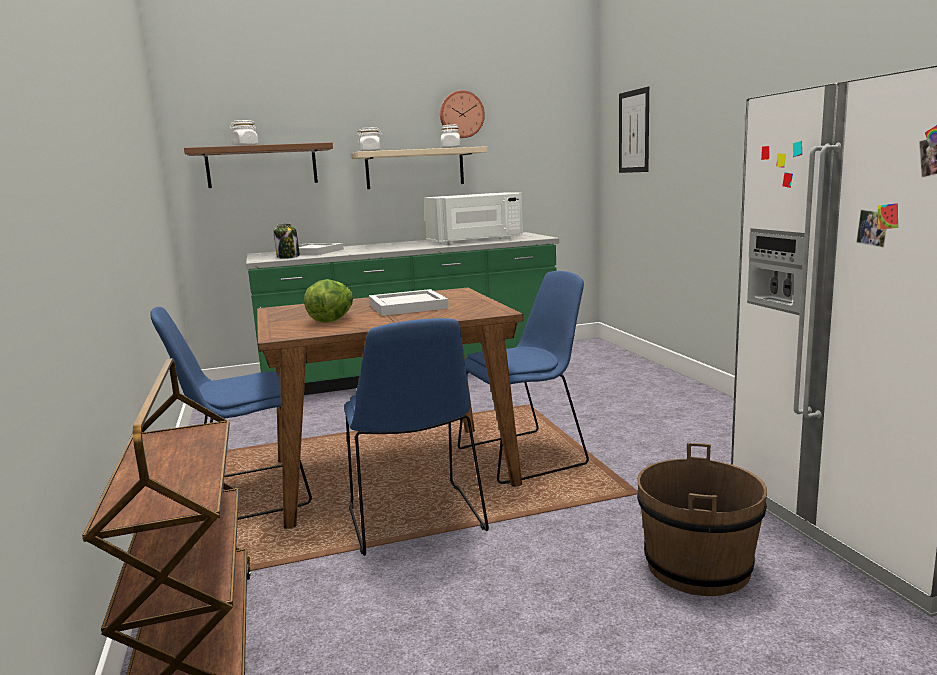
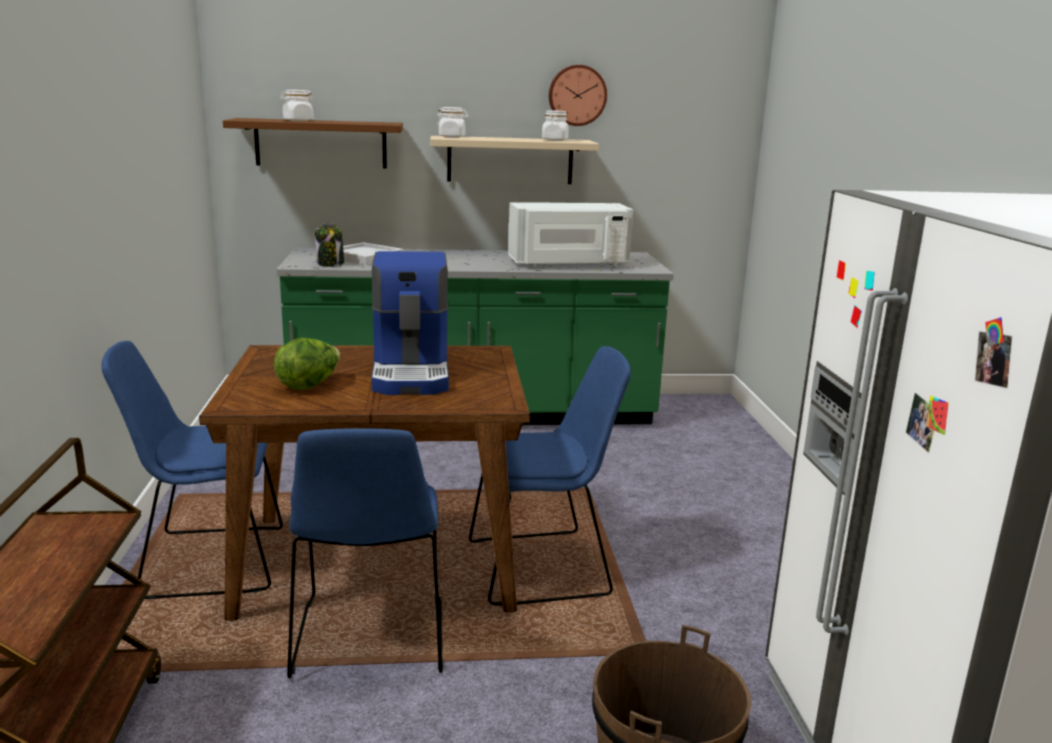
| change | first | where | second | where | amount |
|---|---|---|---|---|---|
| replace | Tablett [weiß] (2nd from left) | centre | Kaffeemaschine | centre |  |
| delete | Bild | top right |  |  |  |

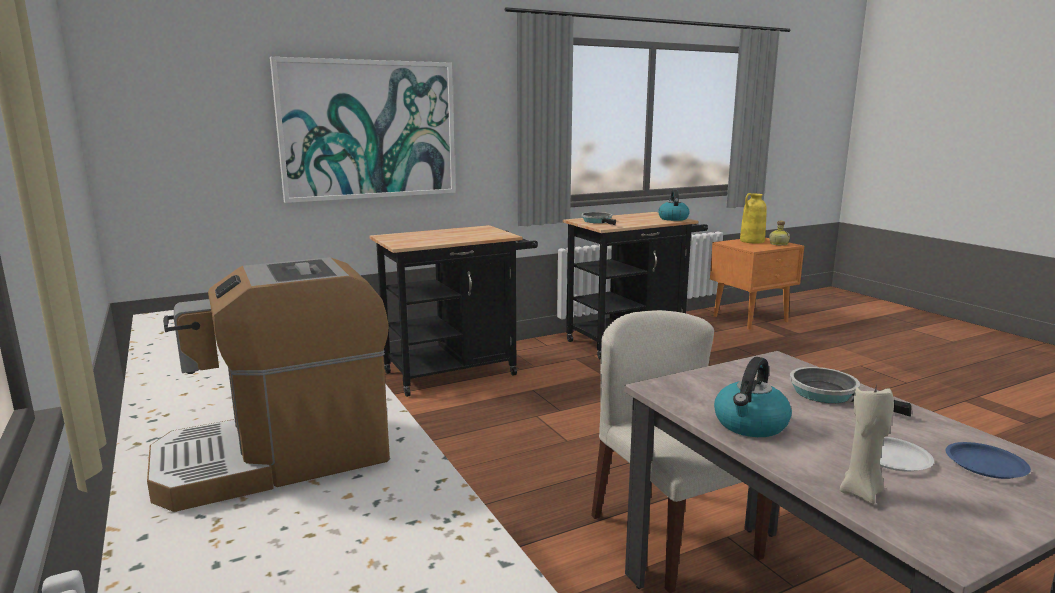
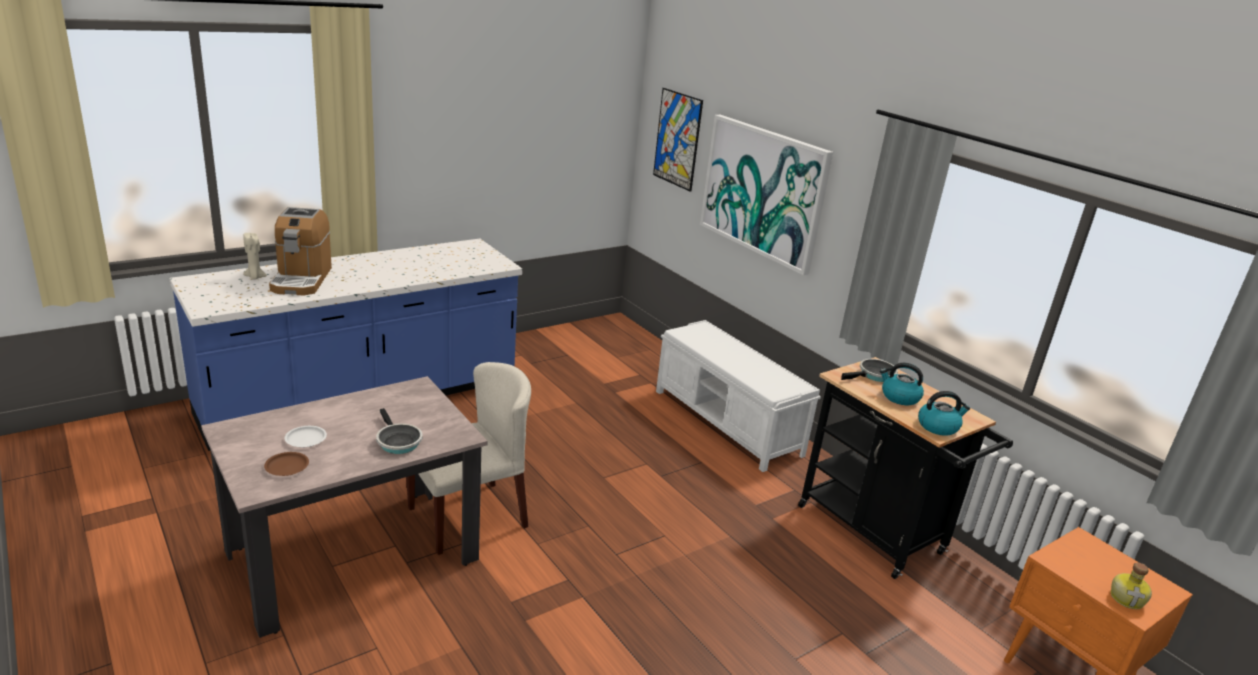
| change | first | where | second | where | amount |
|---|---|---|---|---|---|
| move | Kerze [beige] | bottom right |  | middle left |  |
| recolor | Teller [blau] | bottom right | Teller [braun] | bottom left |  |
| rotate | Kaffeemaschine | middle left |  | middle left | 150 degrees counterclockwise |
| rotate | Pfanne (2nd from left in the first image) | middle right | Pfanne (1st from left) | middle left | 105 degrees clockwise |
| insert |  |  | Bild (1st from left) | top centre |  |
| replace | Rollwagen [schwarz] (1st from left) | centre | Bank [weiß] | centre |  |
| move | Wasserkessel (2nd from left in the first image) | bottom right | Wasserkessel (1st from left) | middle right |  |
| delete | Vase [gelb] | middle right |  |  |  |

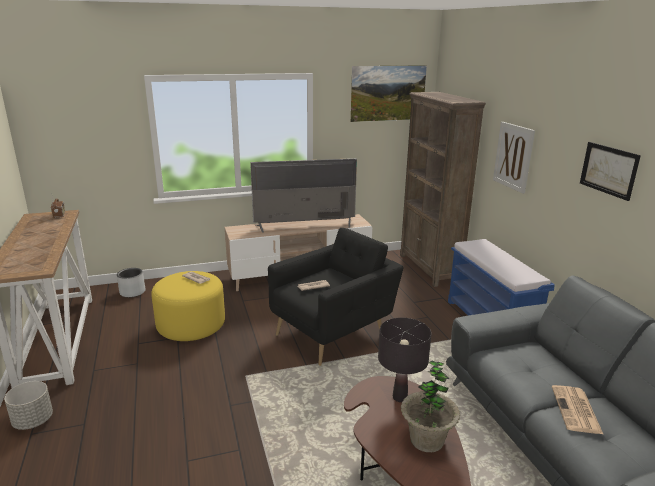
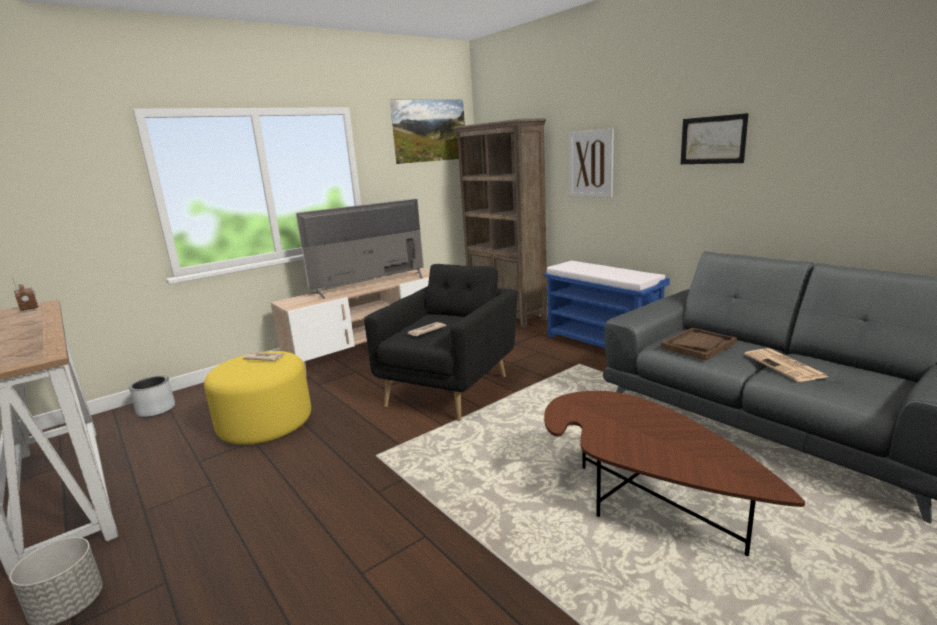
| change | first | where | second | where | amount |
|---|---|---|---|---|---|
| insert |  |  | Tablett [braun] | middle right |  |
| delete | Tischlampe [schwarz] | bottom centre |  |  |  |
| delete | Topfpflanze | bottom centre |  |  |  |

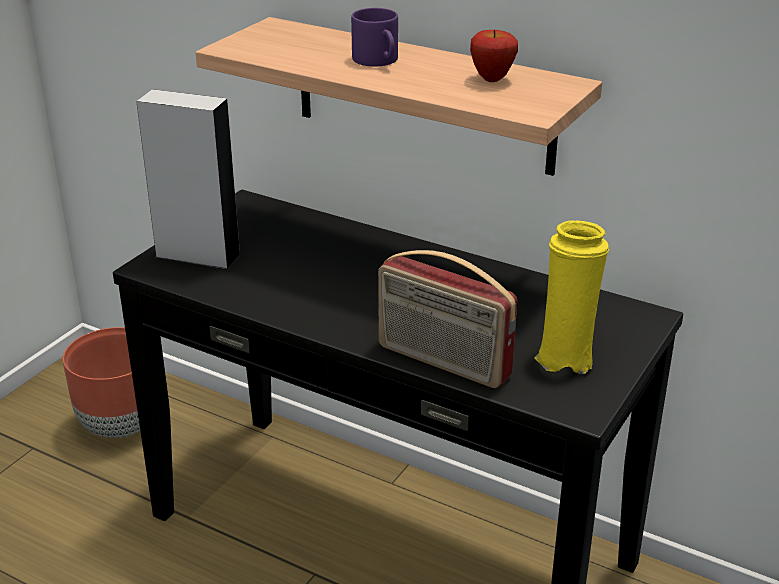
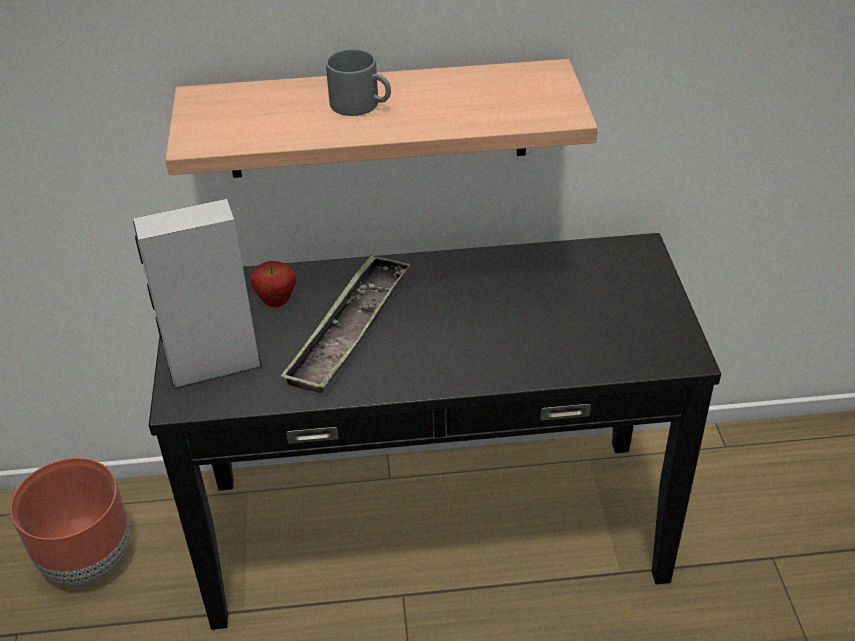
| change | first | where | second | where | amount |
|---|---|---|---|---|---|
| move | Apfel | top centre |  | middle left |  |
| insert |  |  | Tablett | centre |  |
| recolor | Henkelbecher [lila] | top centre | Henkelbecher [grau] | top centre |  |
| delete | Radio | centre |  |  |  |
| delete | Vase [gelb] | middle right |  |  |  |

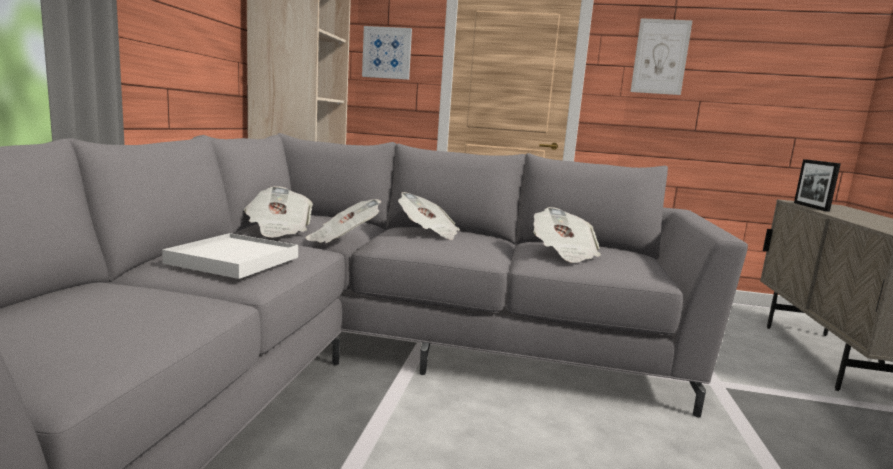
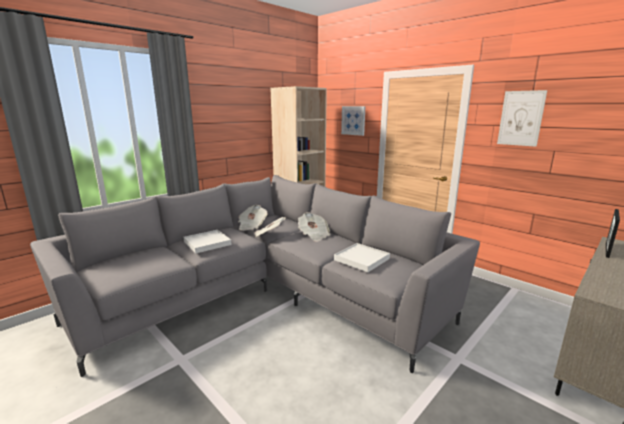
| change | first | where | second | where | amount |
|---|---|---|---|---|---|
| replace | Zeitung (4th from left) | centre | Tablett [weiß] (2nd from left) | centre |  |

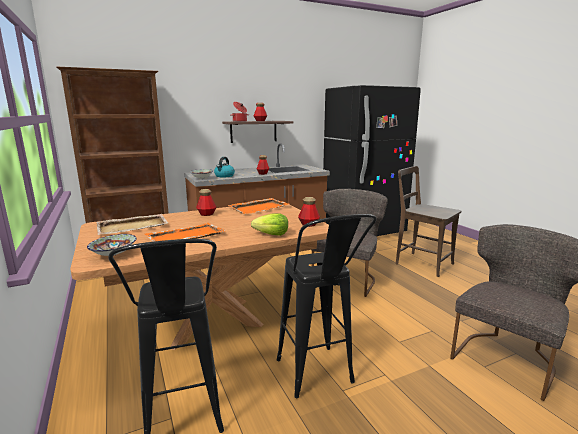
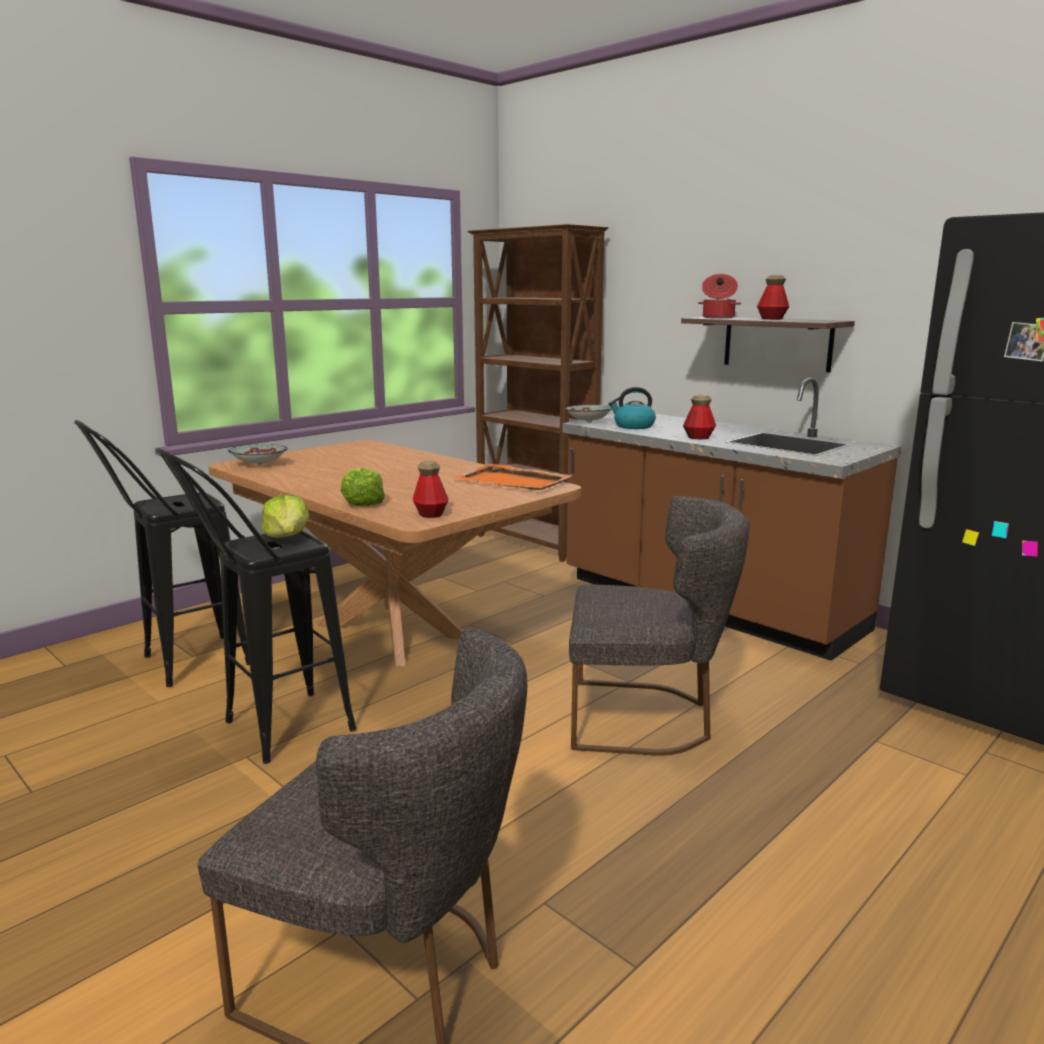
| change | first | where | second | where | amount |
|---|---|---|---|---|---|
| insert |  |  | Salatkopf (1st from left) | middle left |  |
| delete | Tablett [beige] | middle left |  |  |  |
| delete | Tablett [orange] (1st from left) | middle left |  |  |  |
| delete | Flasche (1st from left) | centre |  |  |  |
| delete | Stuhl [braun] | middle right |  |  |  |

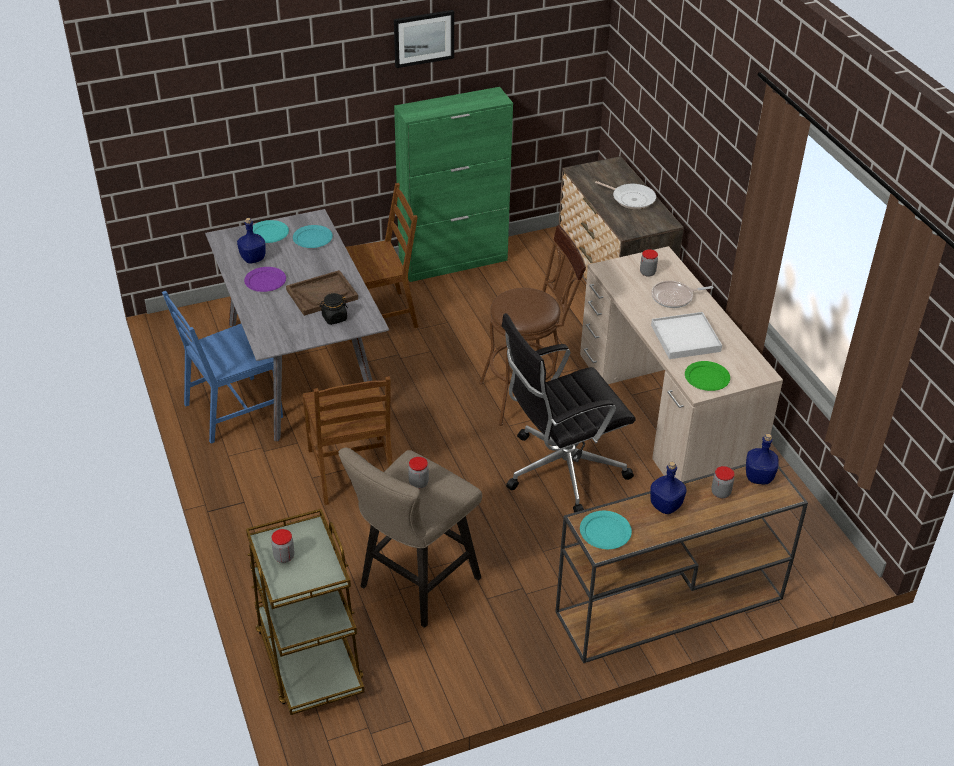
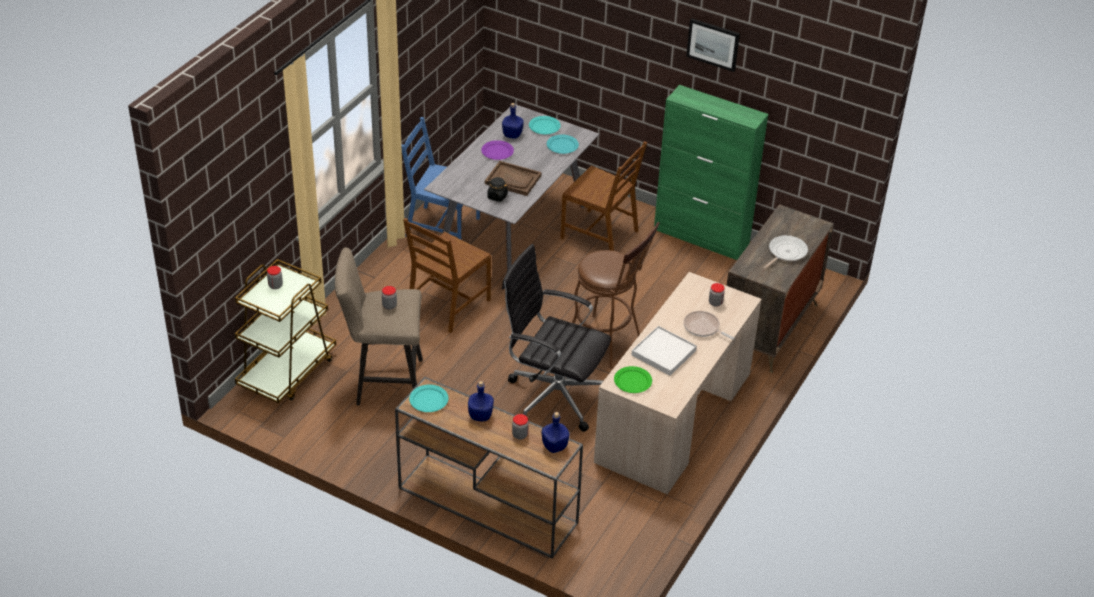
| change | first | where | second | where | amount |
|---|---|---|---|---|---|
| rotate | Pfanne (1st from left in the first image) | top centre | Pfanne (2nd from left) | middle right | 135 degrees counterclockwise |

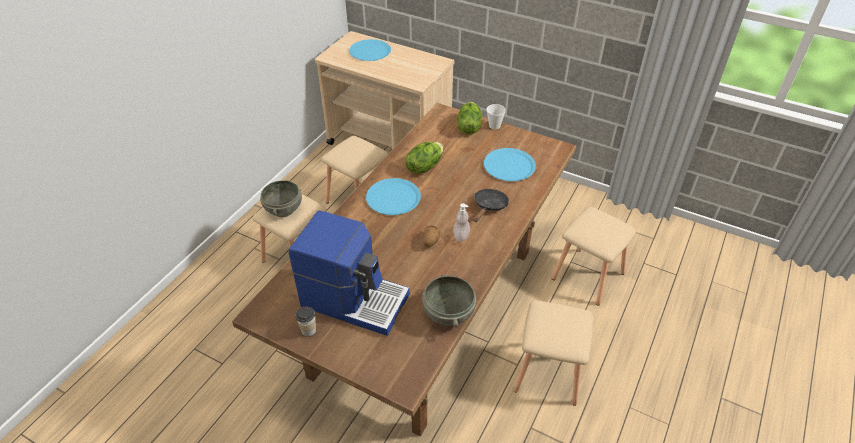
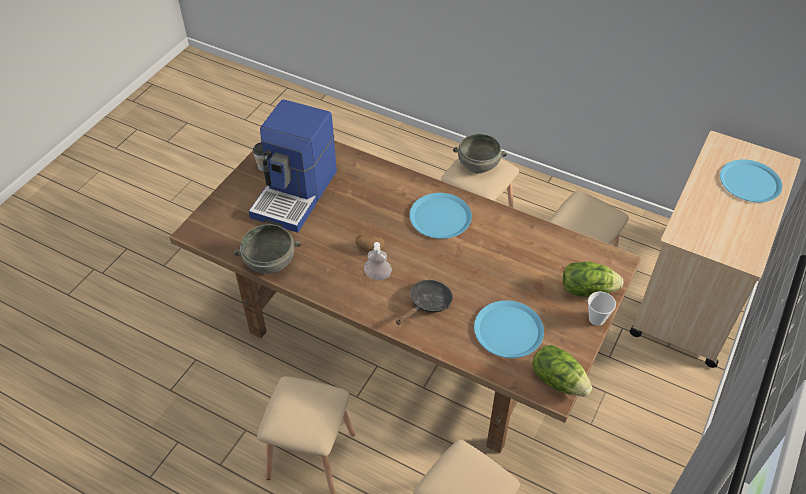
| change | first | where | second | where | amount |
|---|---|---|---|---|---|
| rotate | Pfanne [schwarz] | centre |  | centre | 75 degrees counterclockwise |
| move | Salatkopf (1st from left) | centre |  | bottom right |  |

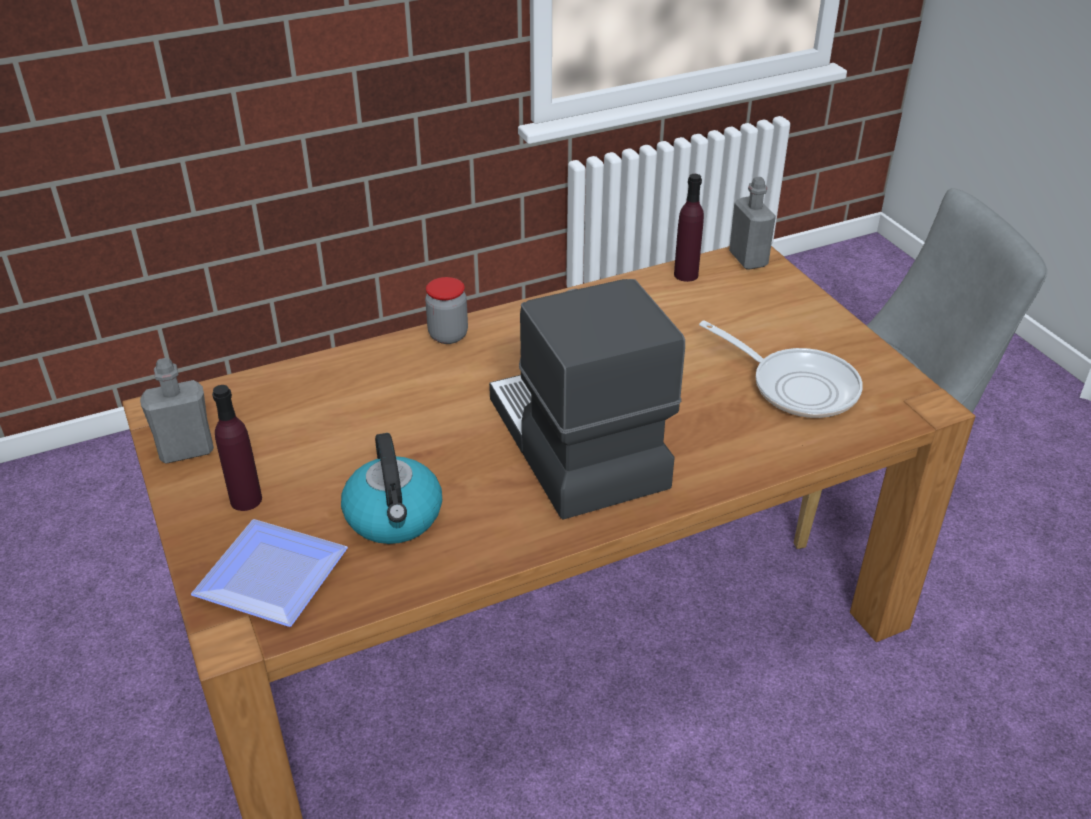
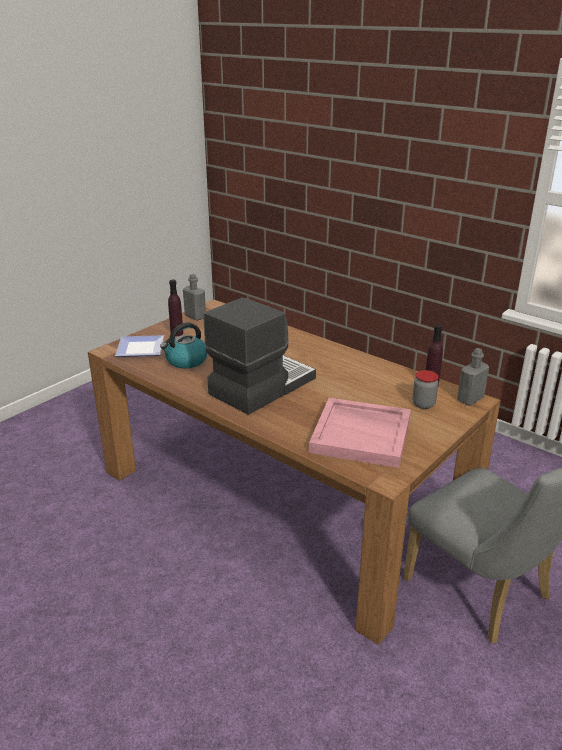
| change | first | where | second | where | amount |
|---|---|---|---|---|---|
| replace | Pfanne | middle right | Tablett [rosa] | centre |  |
| move | Vorratsglas | centre |  | middle right |  |

